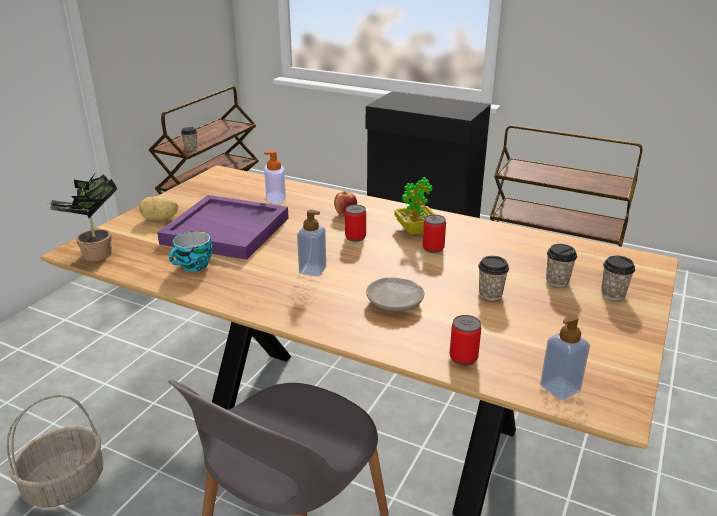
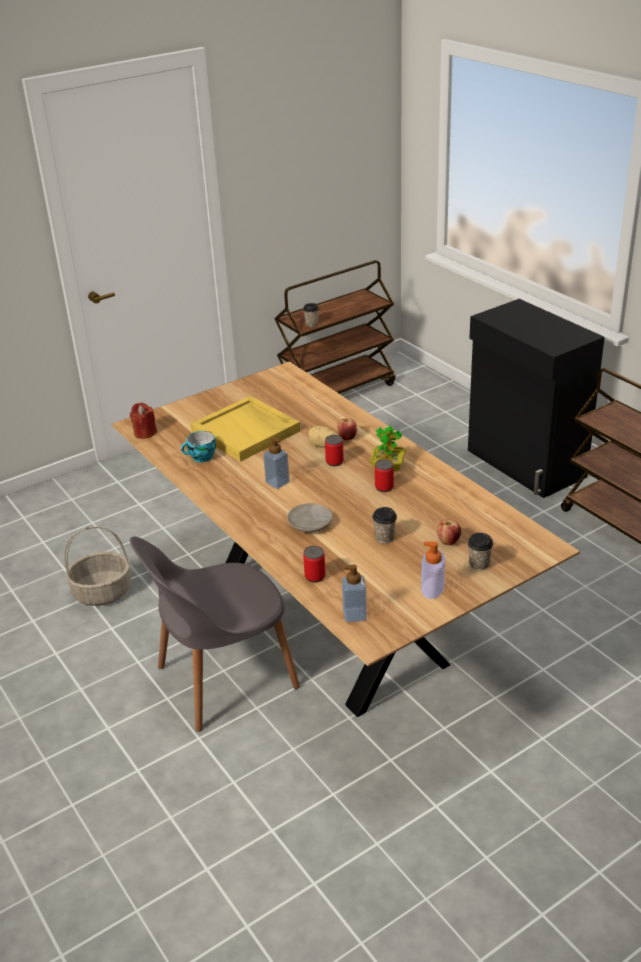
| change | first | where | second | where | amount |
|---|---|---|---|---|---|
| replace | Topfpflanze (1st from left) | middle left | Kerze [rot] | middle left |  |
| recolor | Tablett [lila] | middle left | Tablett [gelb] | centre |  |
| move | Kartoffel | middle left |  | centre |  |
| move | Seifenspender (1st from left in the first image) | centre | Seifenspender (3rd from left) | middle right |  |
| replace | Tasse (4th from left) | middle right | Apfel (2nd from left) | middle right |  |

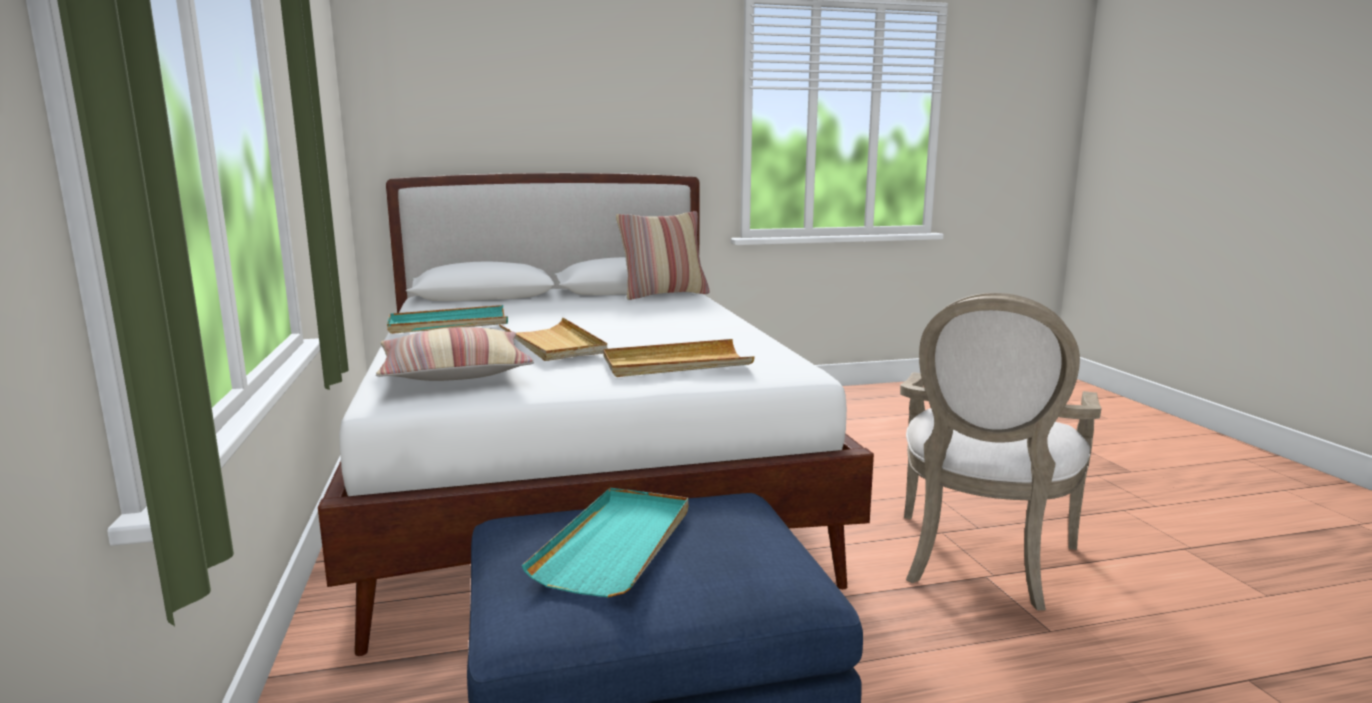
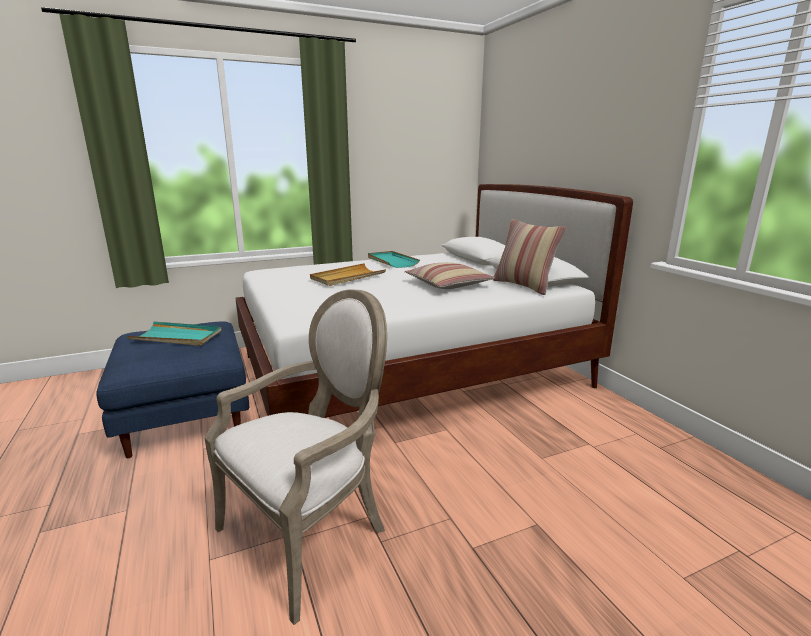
| change | first | where | second | where | amount |
|---|---|---|---|---|---|
| rotate | Sessel | middle right |  | bottom centre | 120 degrees clockwise |
| move | Kissen (1st from left) | middle left |  | centre |  |
| delete | Tablett [beige] (2nd from left) | centre |  |  |  |

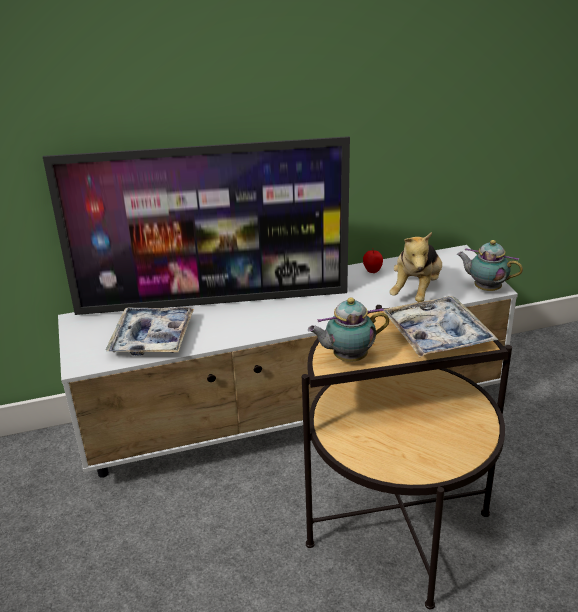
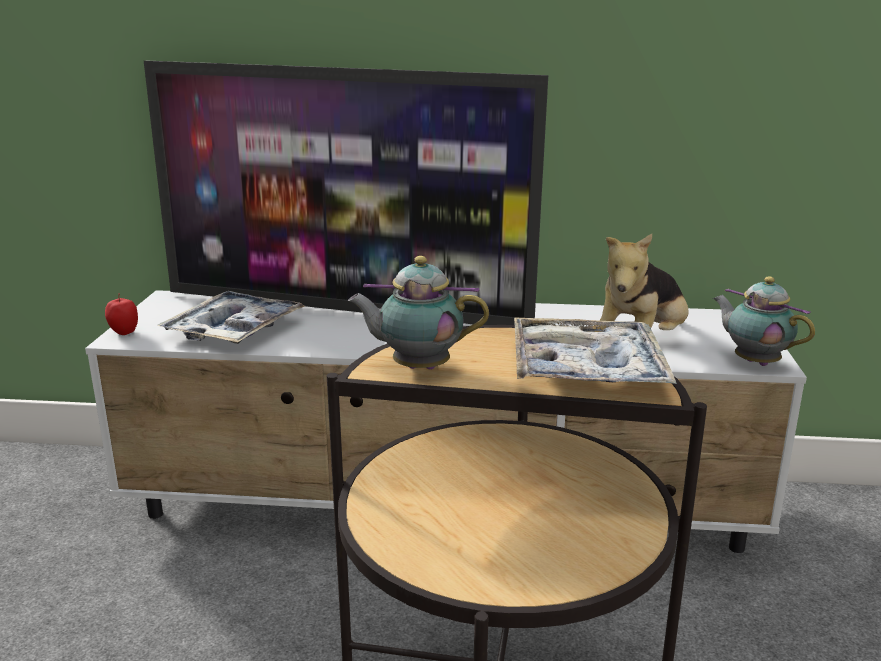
| change | first | where | second | where | amount |
|---|---|---|---|---|---|
| move | Apfel | centre |  | middle left |  |

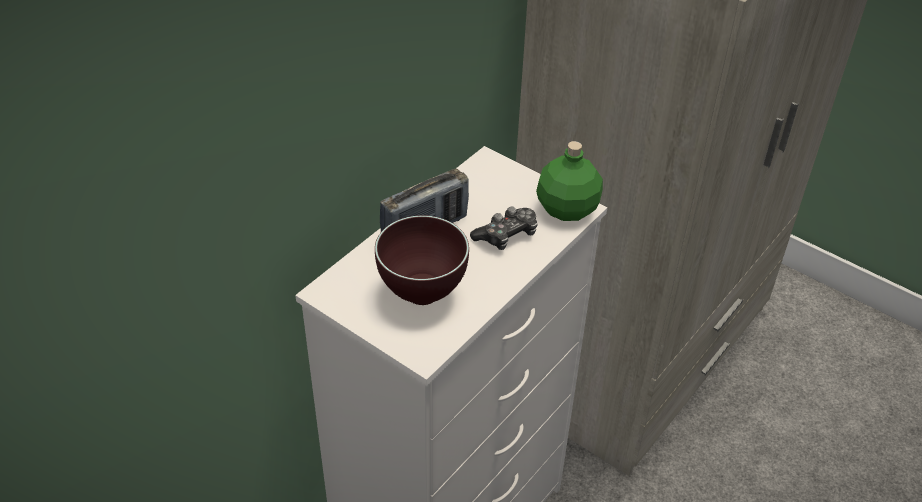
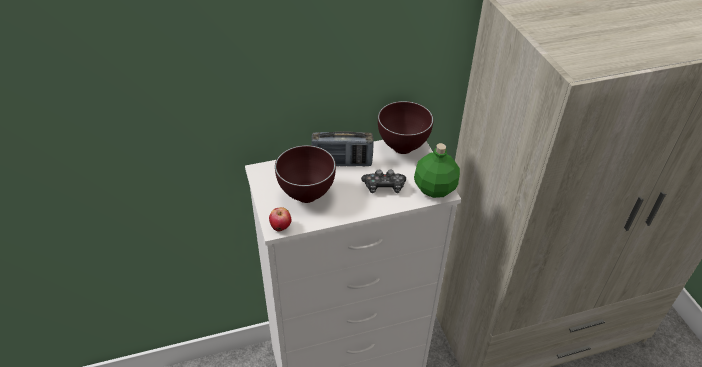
| change | first | where | second | where | amount |
|---|---|---|---|---|---|
| insert |  |  | Apfel | centre |  |
| insert |  |  | Schüssel [braun] (2nd from left) | centre |  |

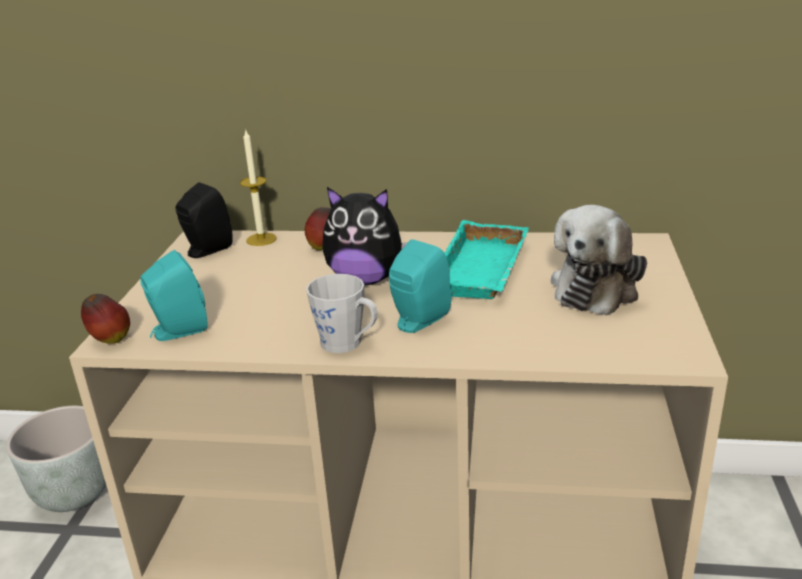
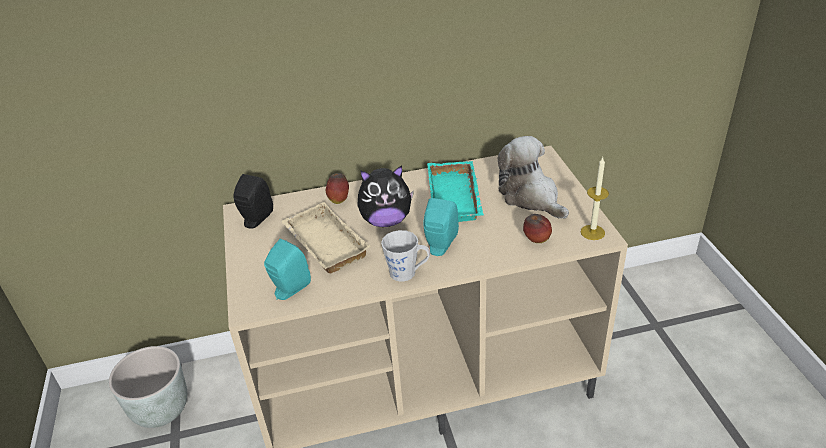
| change | first | where | second | where | amount |
|---|---|---|---|---|---|
| insert |  |  | Tablett [beige] | centre |  |
| rotate | Plüschtier (2nd from left) | middle right |  | centre | 135 degrees clockwise |
| move | Apfel (1st from left in the first image) | middle left | Apfel (2nd from left) | centre |  |
| move | Kerze | top left |  | middle right |  |

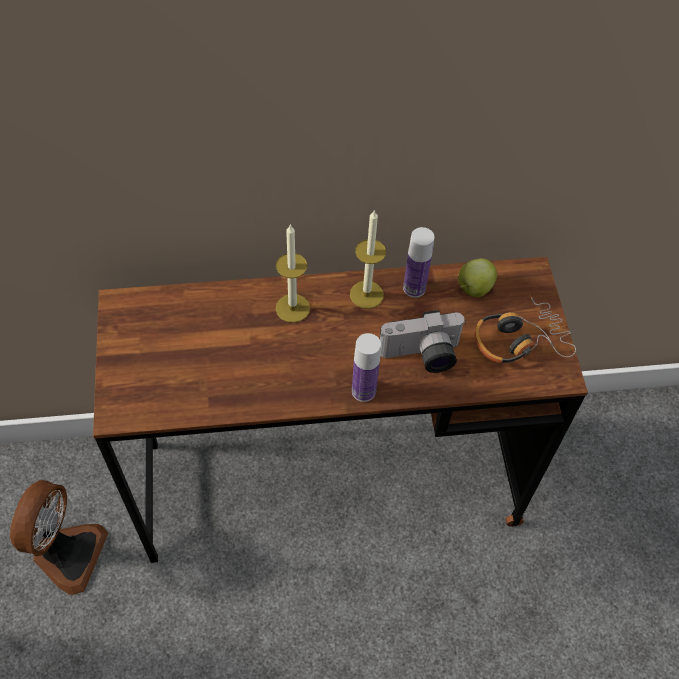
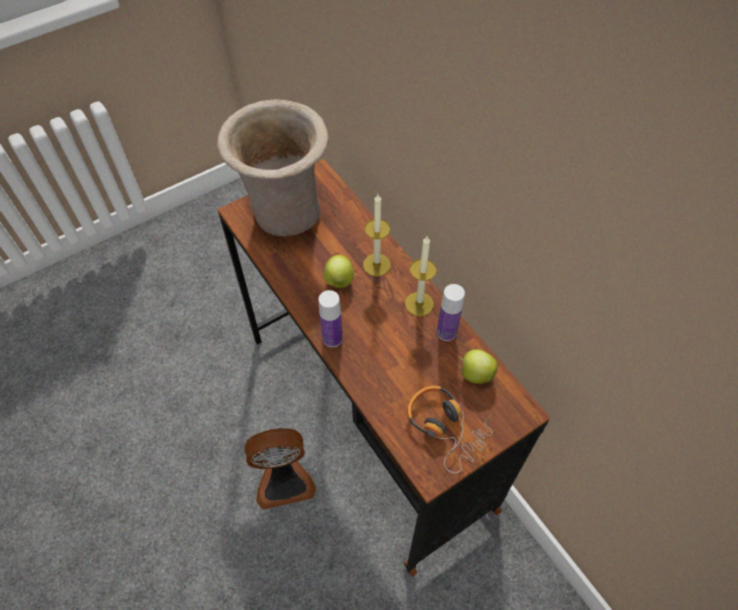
| change | first | where | second | where | amount |
|---|---|---|---|---|---|
| insert |  |  | Vase [beige] | top centre |  |
| move | Ventilator | bottom left |  | bottom centre |  |
| insert |  |  | Apfel (1st from left) | centre |  |
| delete | Kamera | centre |  |  |  |

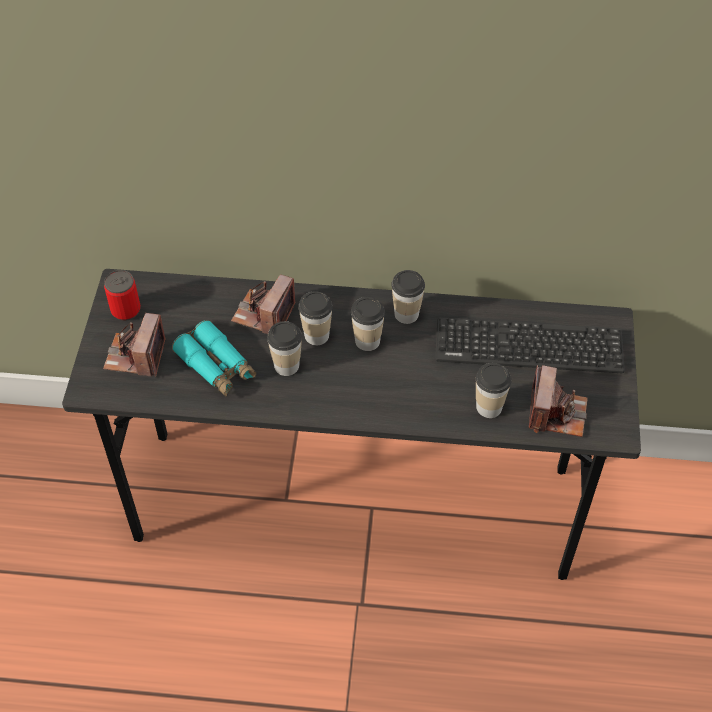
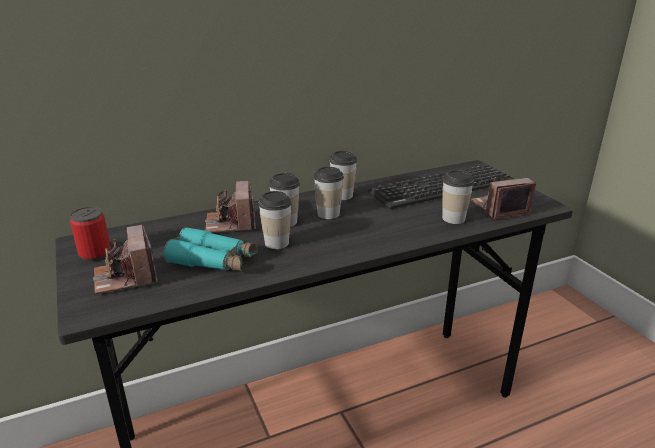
| change | first | where | second | where | amount |
|---|---|---|---|---|---|
| rotate | Kamera (3rd from left) | middle right |  | middle right | 90 degrees counterclockwise |

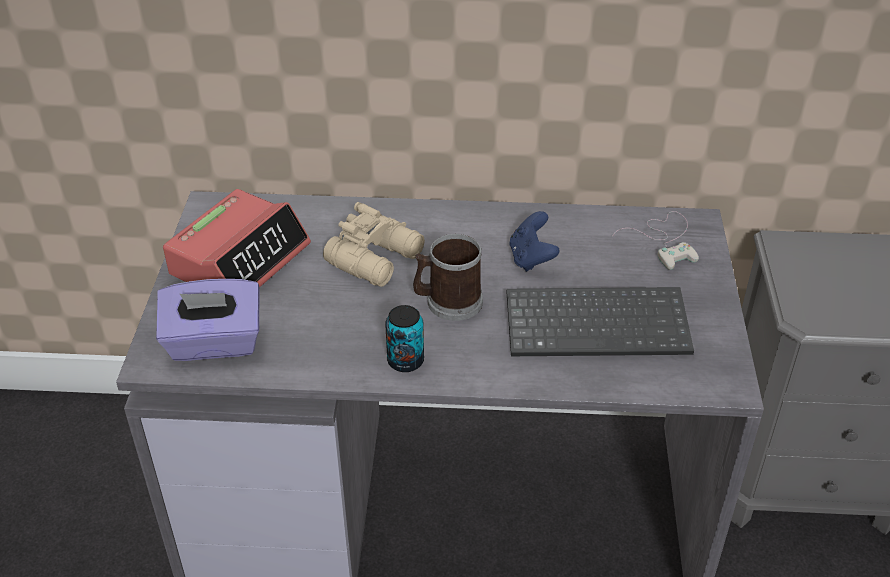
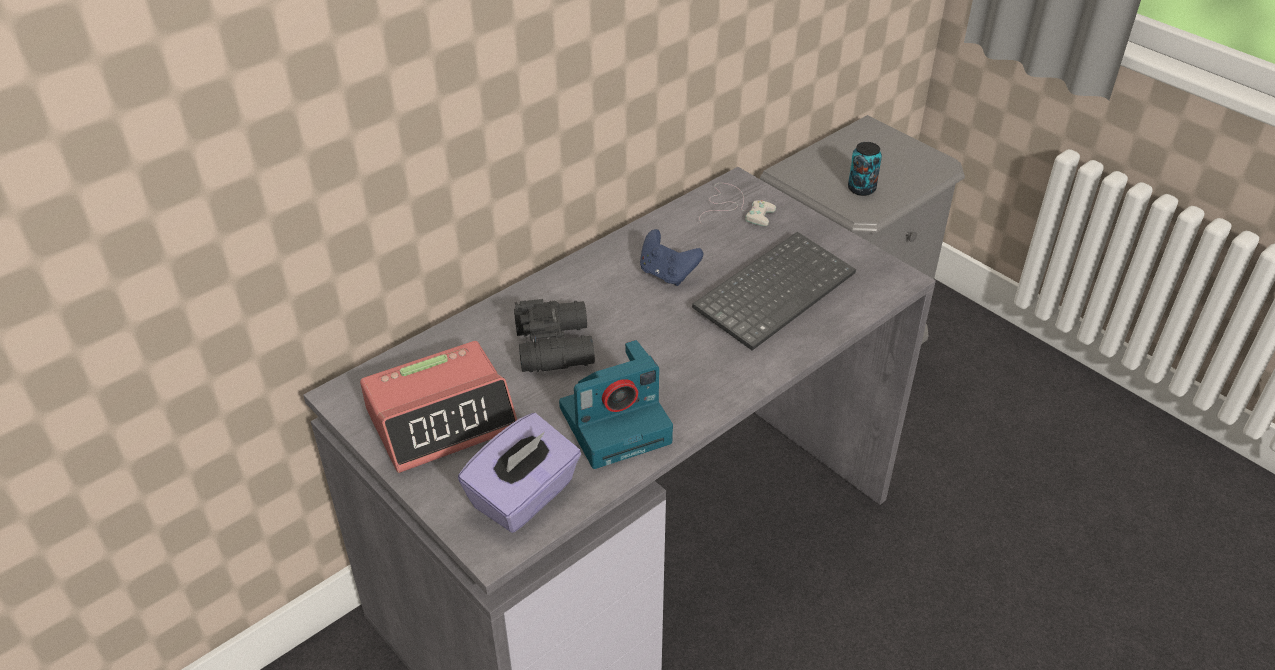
| change | first | where | second | where | amount |
|---|---|---|---|---|---|
| rotate | Wecker | middle left |  | centre | 75 degrees clockwise |
| recolor | Fernglas [beige] | centre | Fernglas [schwarz] | centre |  |
| insert |  |  | Kamera | centre |  |
| move | Dose | centre |  | top right |  |
| delete | Henkelbecher | centre |  |  |  |

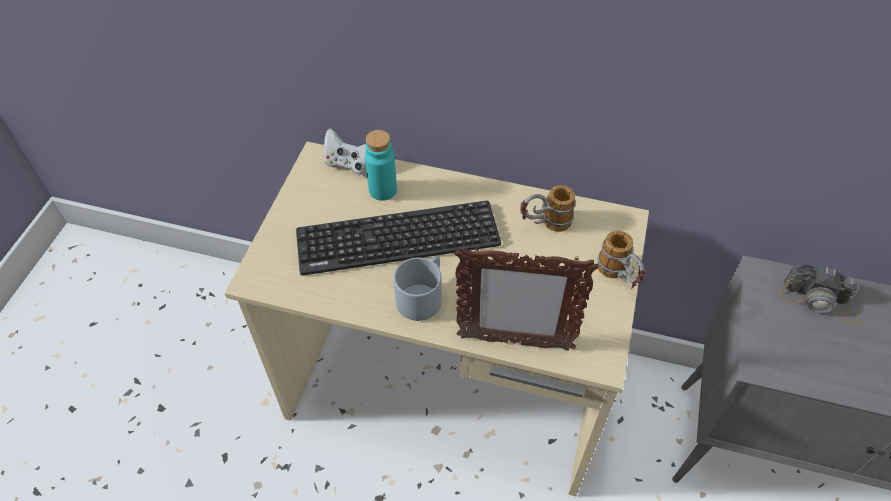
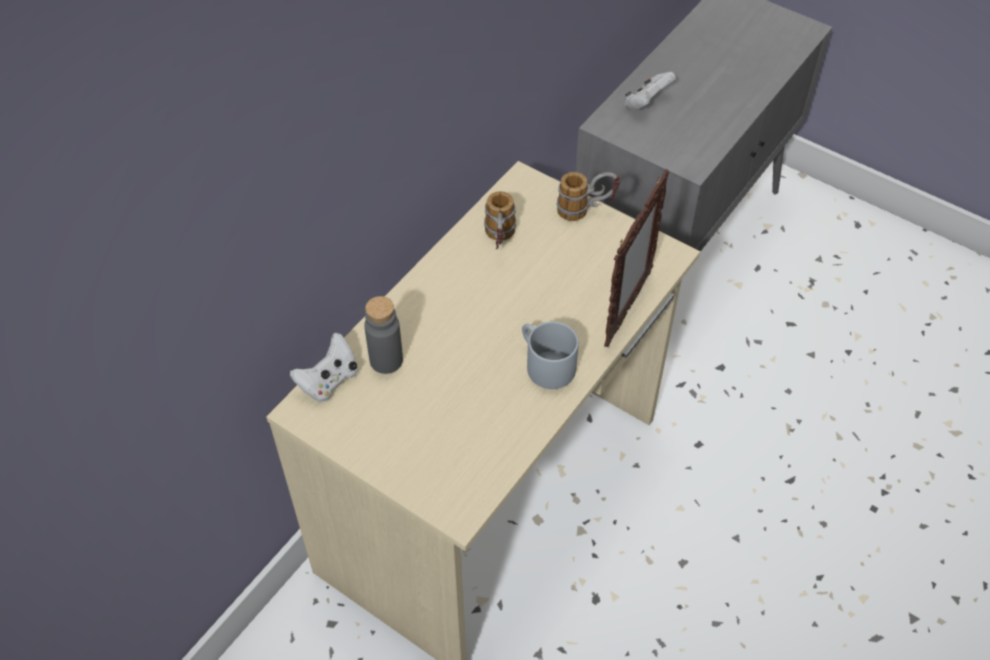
| change | first | where | second | where | amount |
|---|---|---|---|---|---|
| recolor | Flasche [türkis] | top centre | Flasche [grau] | centre |  |
| replace | Kamera | middle right | Gamepad [weiß] (2nd from left) | top centre |  |
| delete | Tastatur | centre |  |  |  |

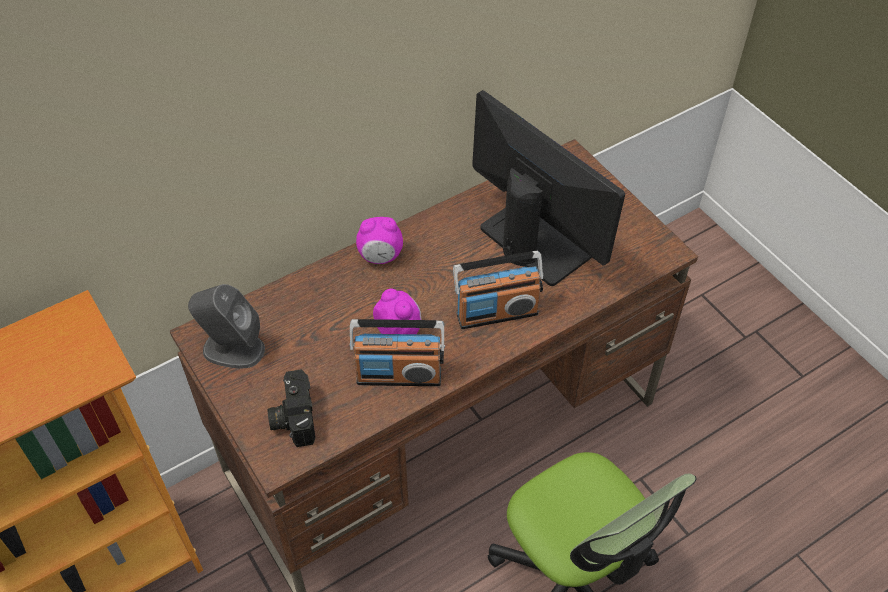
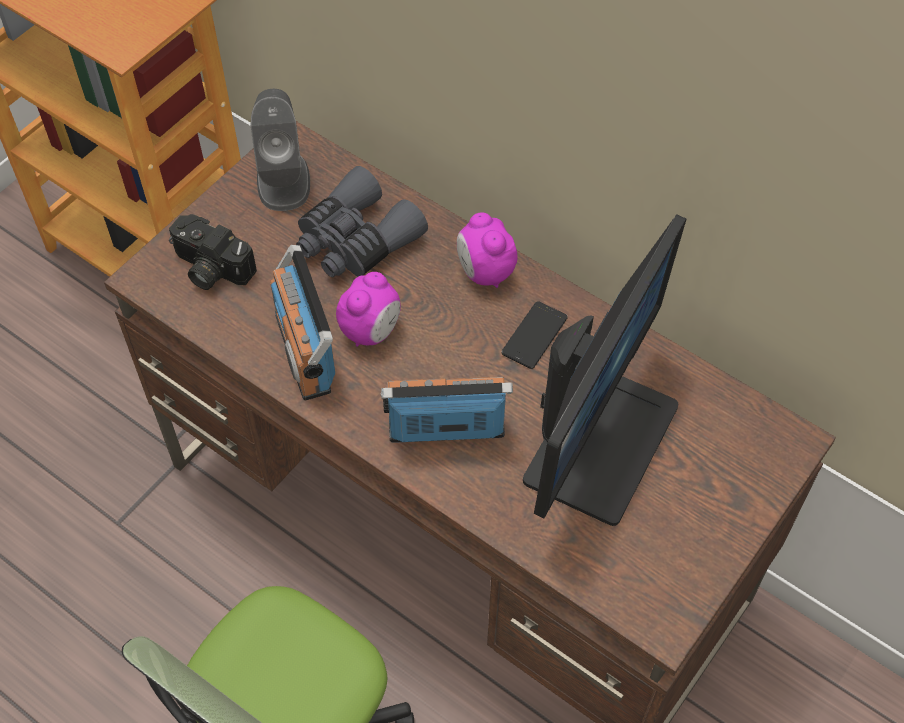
| change | first | where | second | where | amount |
|---|---|---|---|---|---|
| rotate | Kamera | bottom left |  | middle left | 120 degrees counterclockwise |
| insert |  |  | Fernglas [grau] | top centre |  |
| rotate | Radio (2nd from left) | centre |  | centre | 120 degrees clockwise |
| insert |  |  | Handy | centre |  |

